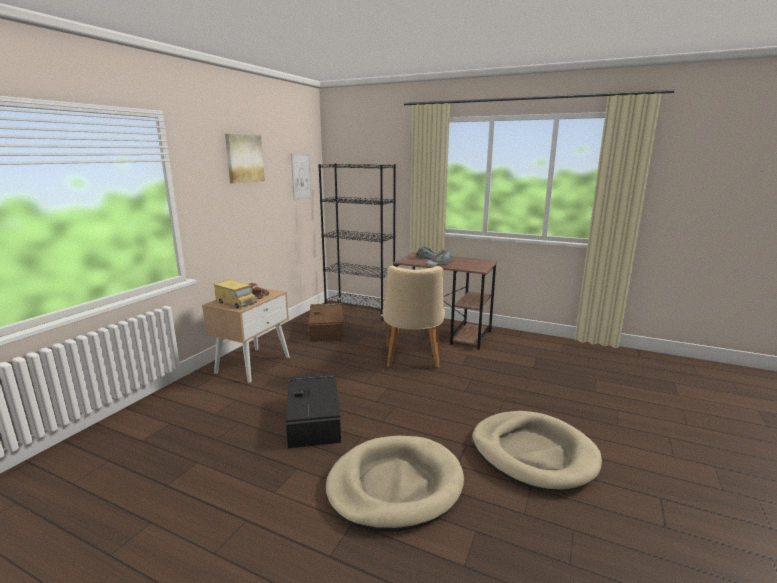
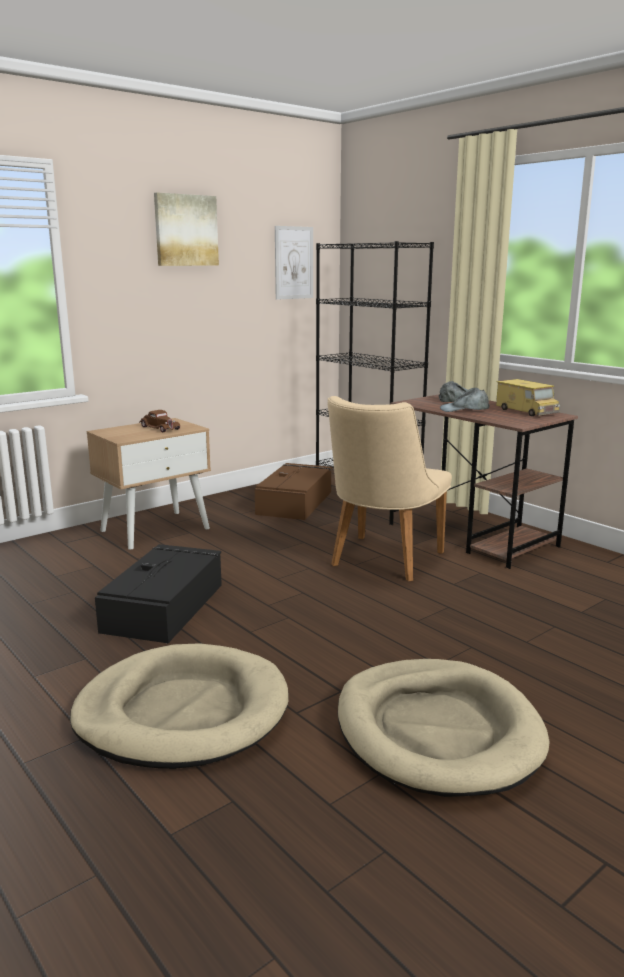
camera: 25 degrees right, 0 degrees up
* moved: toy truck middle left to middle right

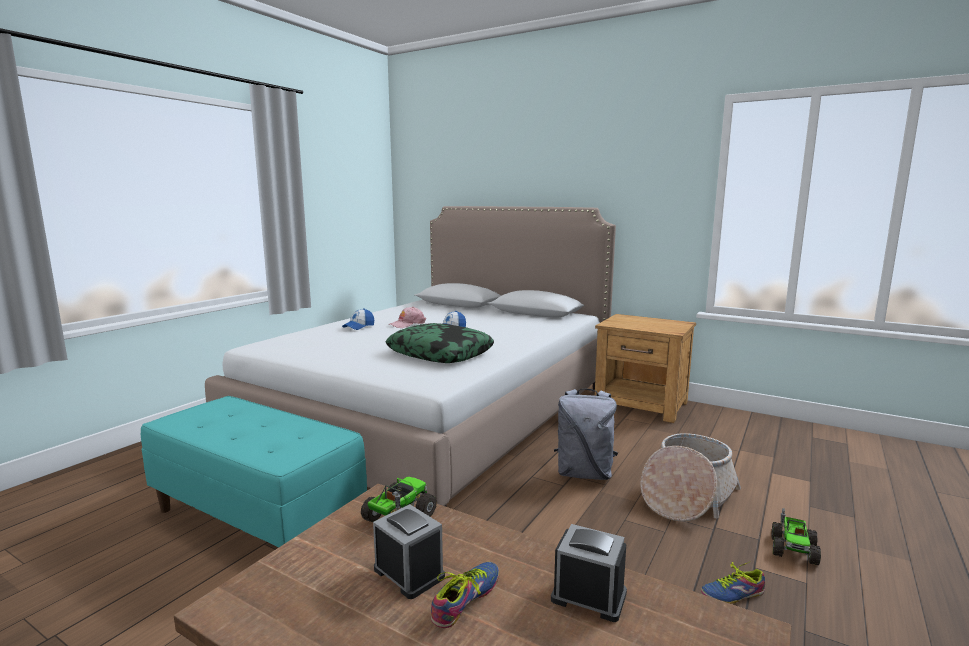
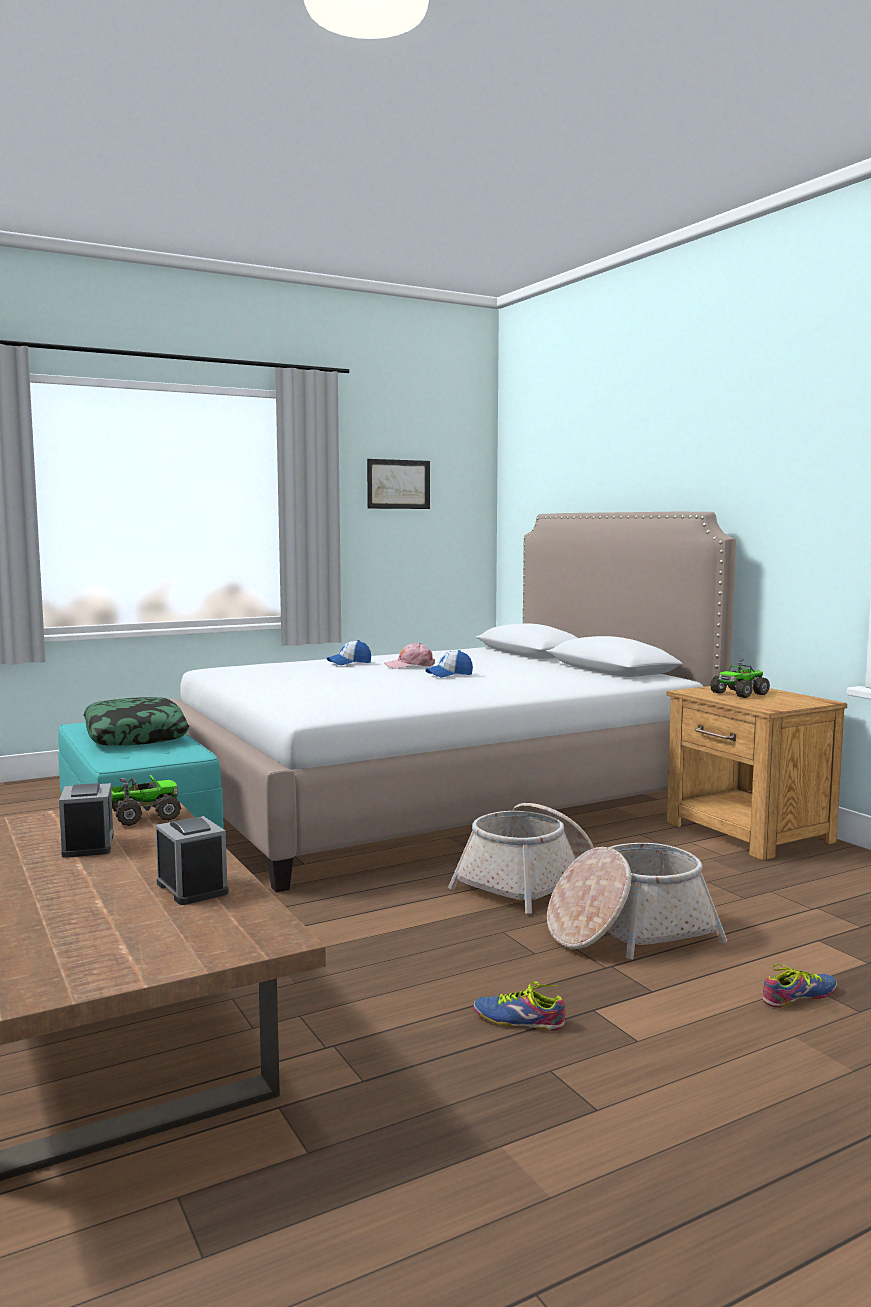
camera: 30 degrees right, 5 degrees down
* moved: pillow centre to middle left
* moved: shoe (1st from left in the first image) bottom centre to shoe (2nd from left) bottom right
* replaced: grey backpack bottom centre to basket (1st from left) centre
* moved: toy truck (2nd from left) bottom right to middle right
* added: picture centre

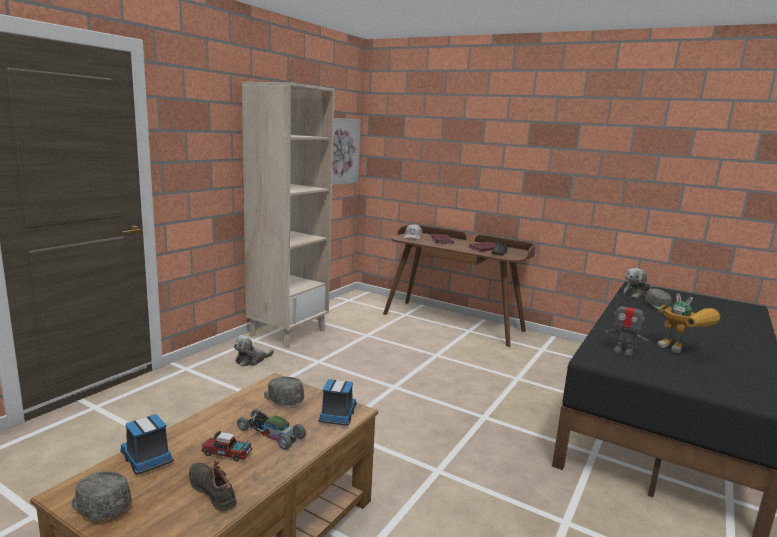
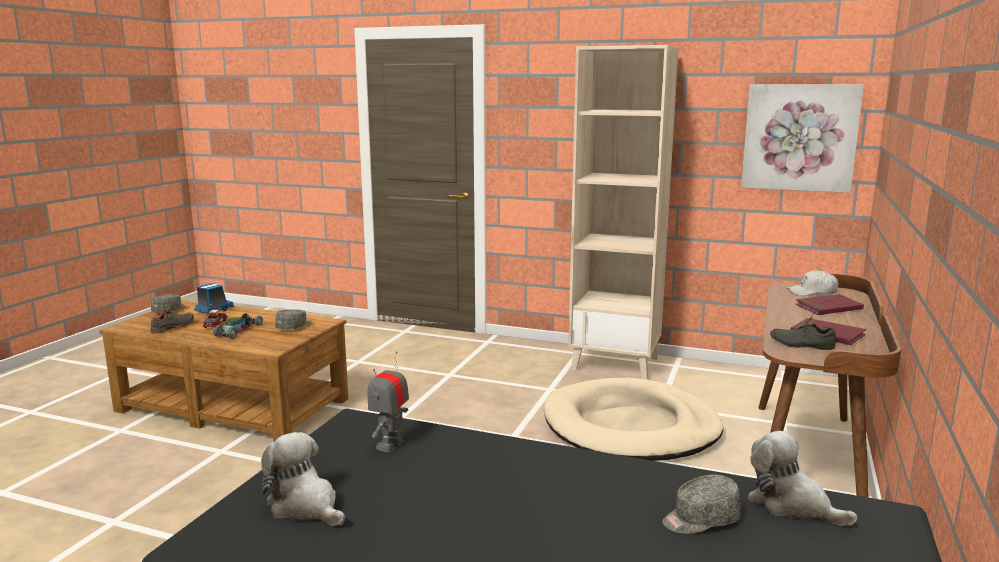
camera: 80 degrees right, 0 degrees up
* moved: plush toy (1st from left) middle left to bottom left
* removed: toy truck (3rd from left) bottom centre
* removed: toy robot (2nd from left) middle right
* added: beige dog bed bottom centre

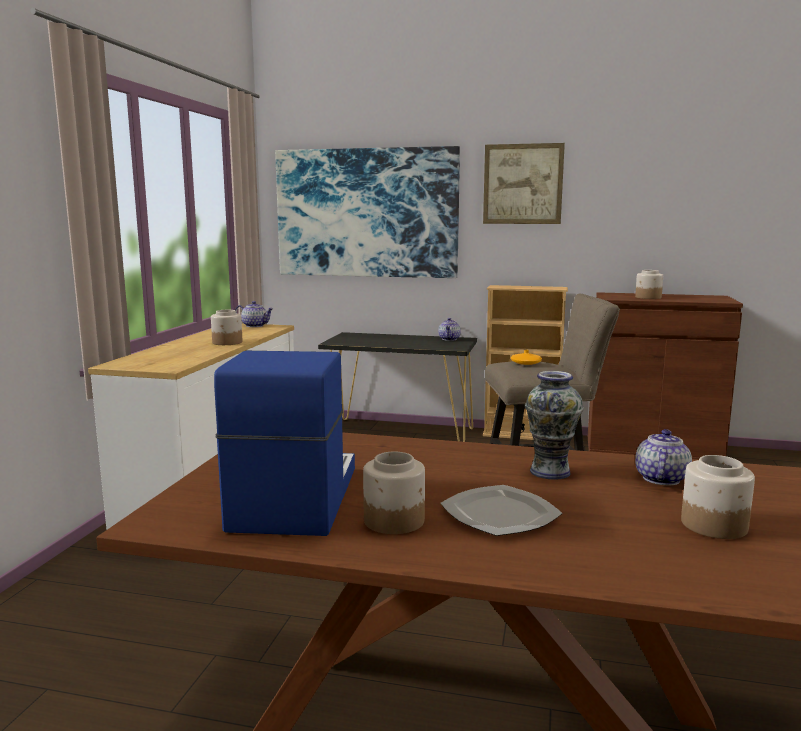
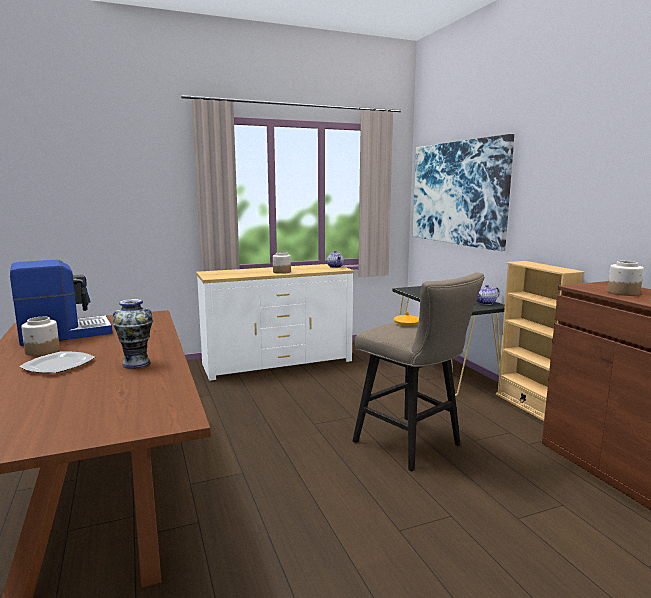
camera: 55 degrees right, 0 degrees up
* removed: picture (2nd from left) top centre
* removed: teapot (3rd from left) middle right
* removed: jar (4th from left) bottom right

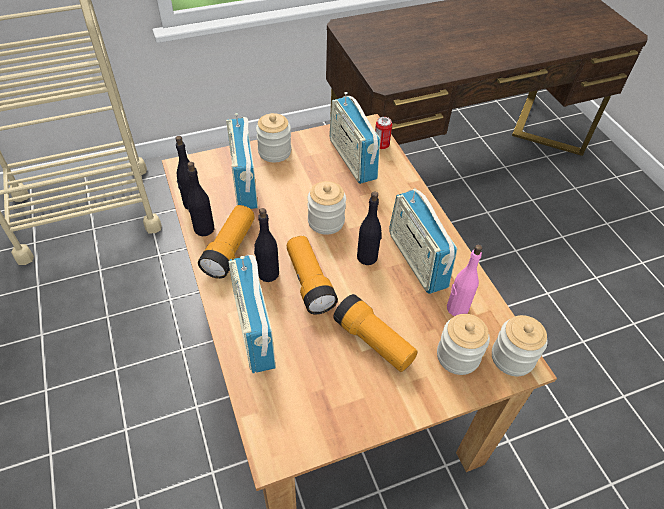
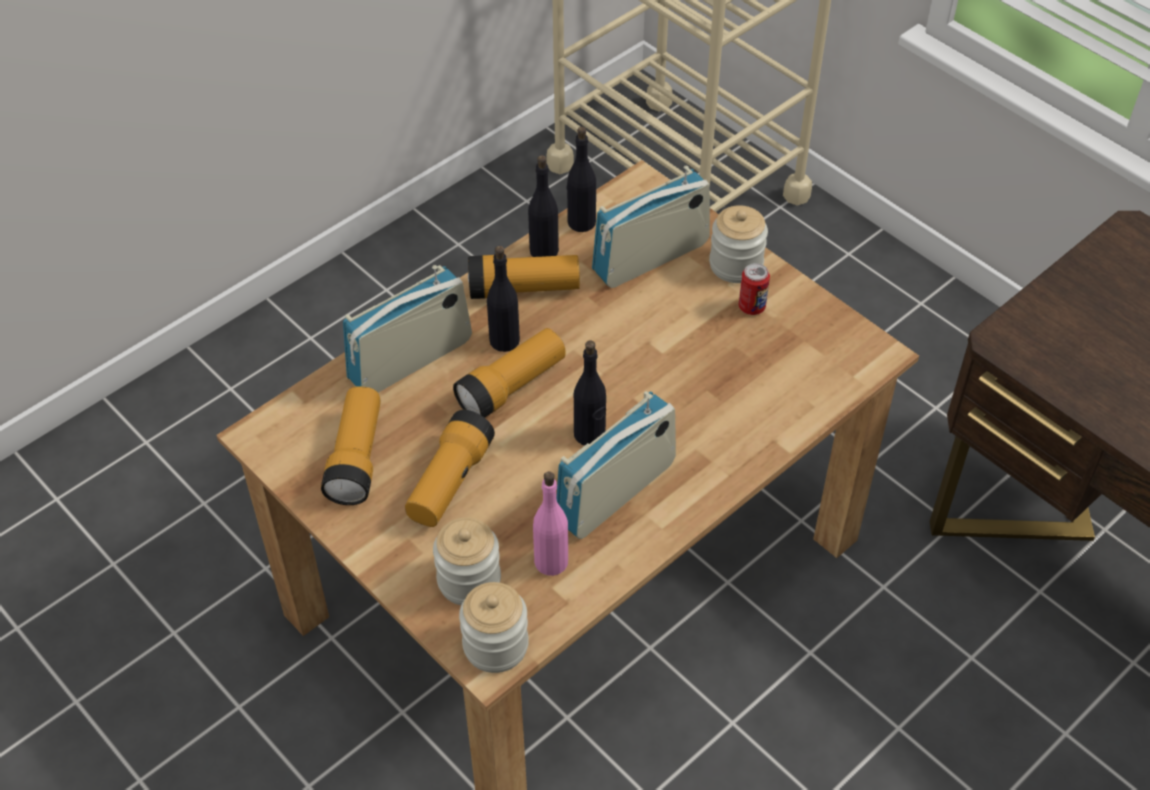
camera: 70 degrees right, 0 degrees up
* removed: jar (2nd from left) centre
* removed: radio (3rd from left) top centre
* moved: can top centre to centre
* added: flashlight (1st from left) middle left

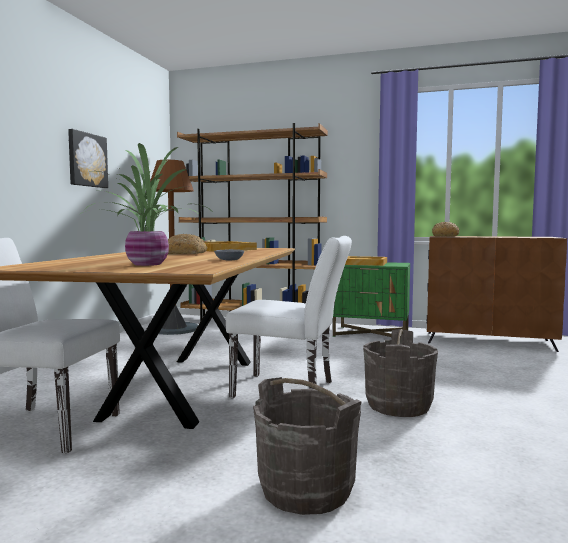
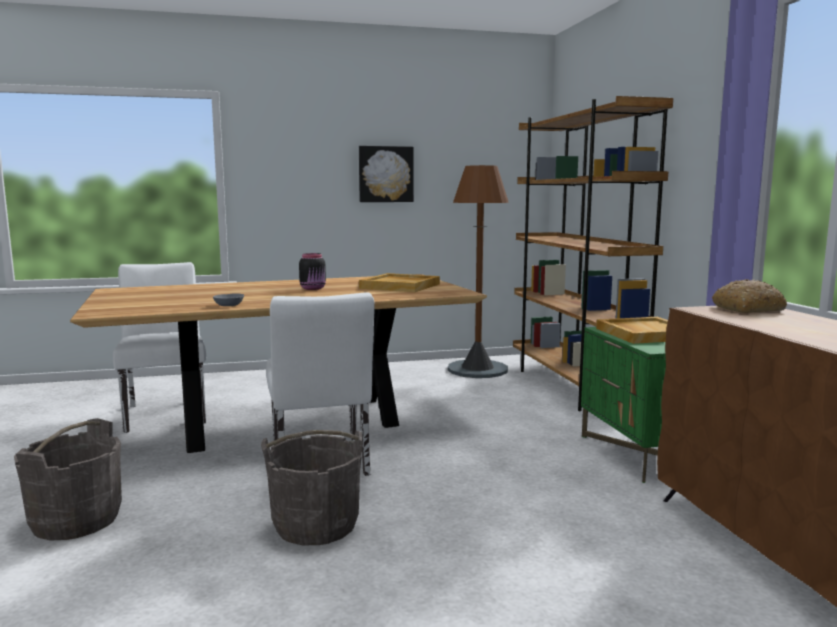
camera: 60 degrees right, 5 degrees up
* removed: potted plant middle left
* replaced: bread (1st from left) middle left to black jar centre

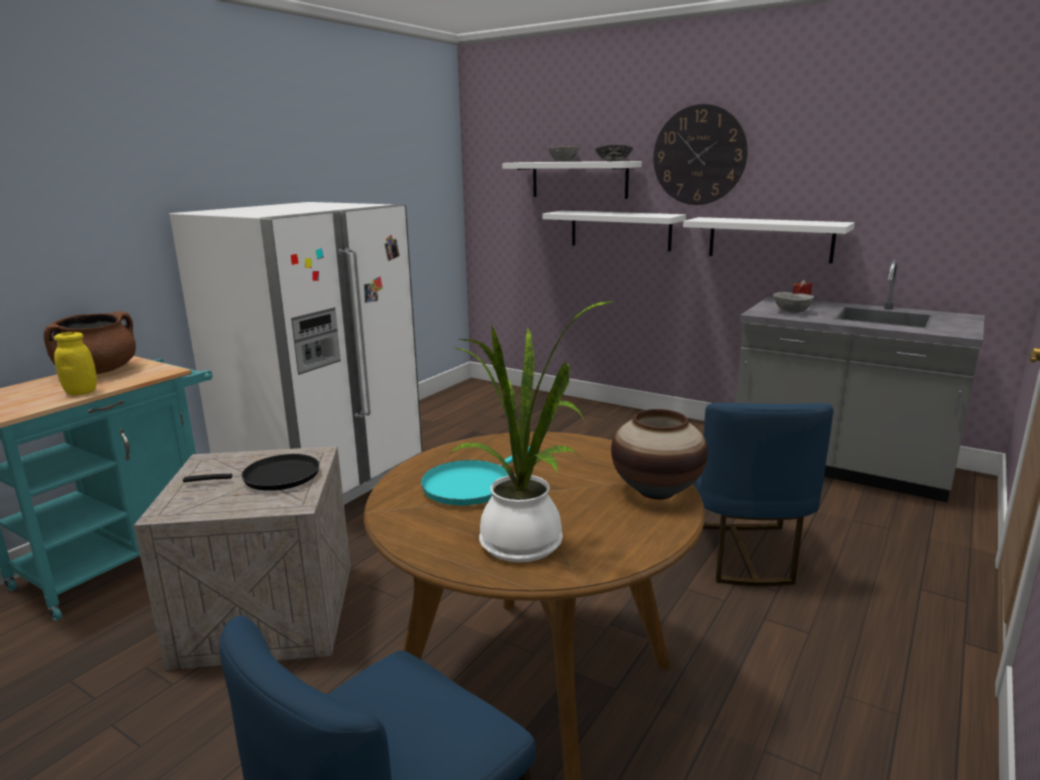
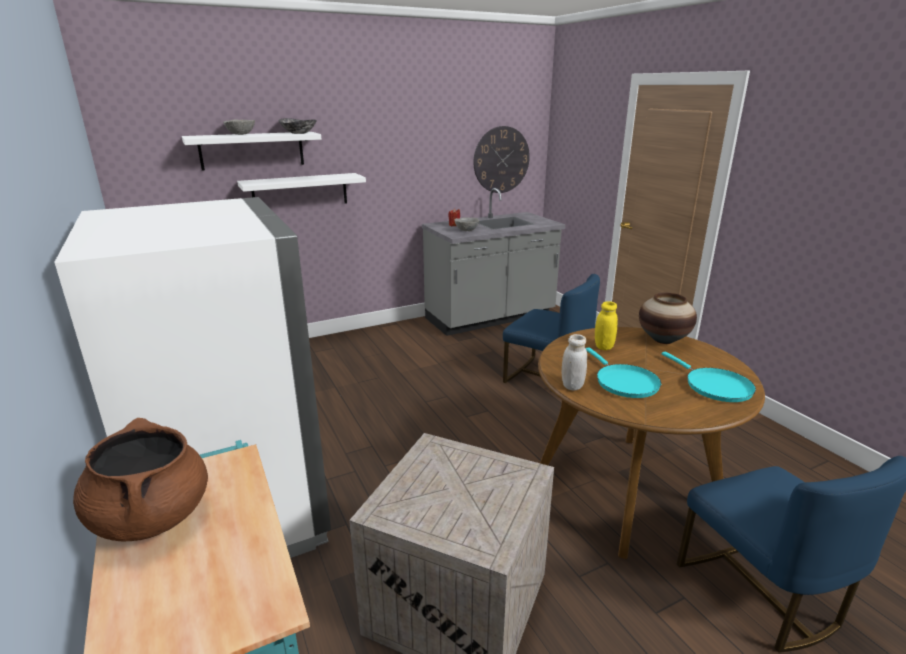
camera: 60 degrees left, 5 degrees up
* moved: yellow jar middle left to middle right
* removed: black frying pan middle left
* replaced: potted plant centre to turquoise frying pan (2nd from left) middle right
* moved: wall clock top right to top centre
* removed: white shelf (3rd from left) top right
* added: white jar centre

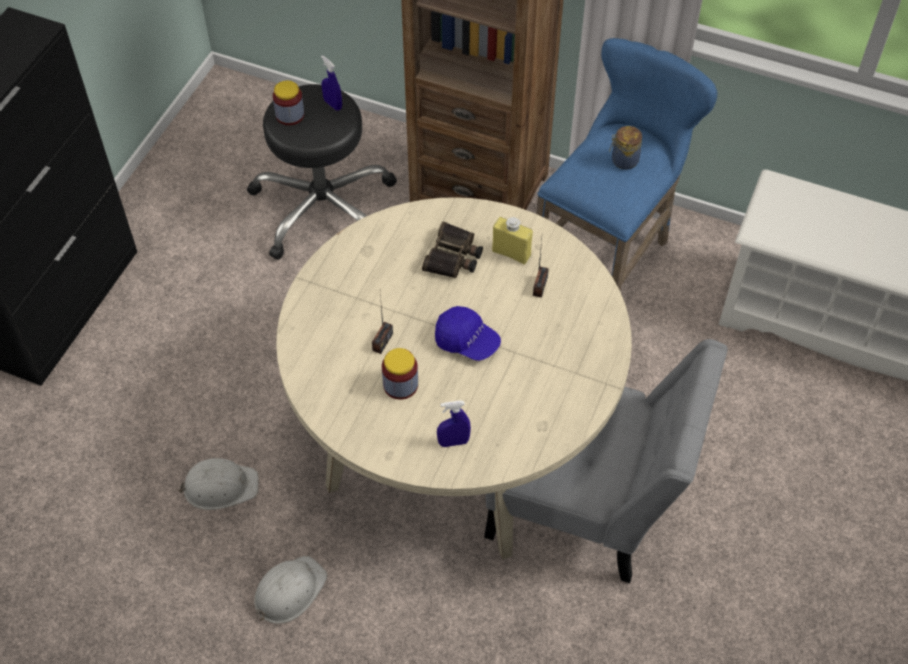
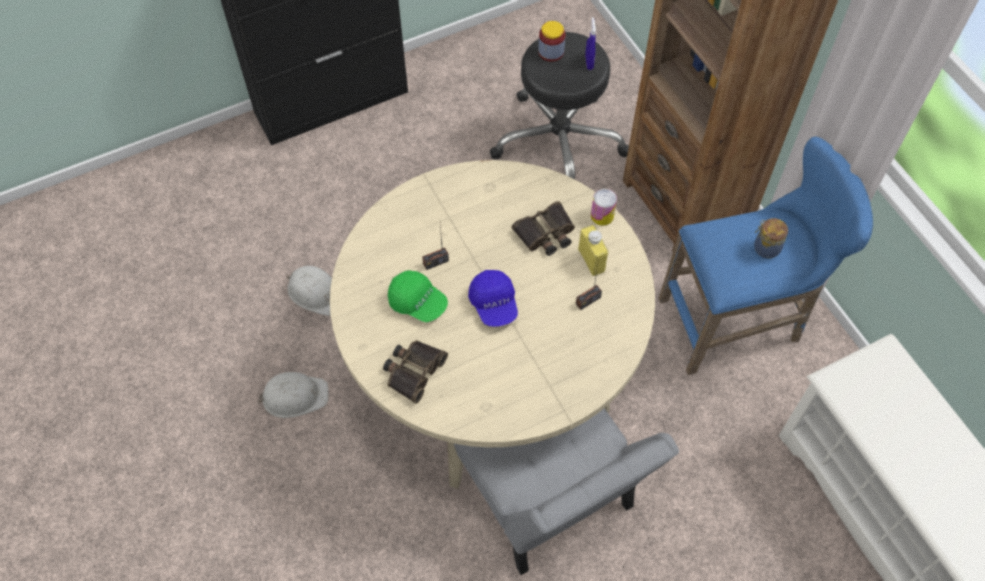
camera: 40 degrees right, 5 degrees up
* replaced: jar (2nd from left) centre to green cap centre
* replaced: blue spray bottle (2nd from left) centre to binoculars (1st from left) centre
* added: can centre

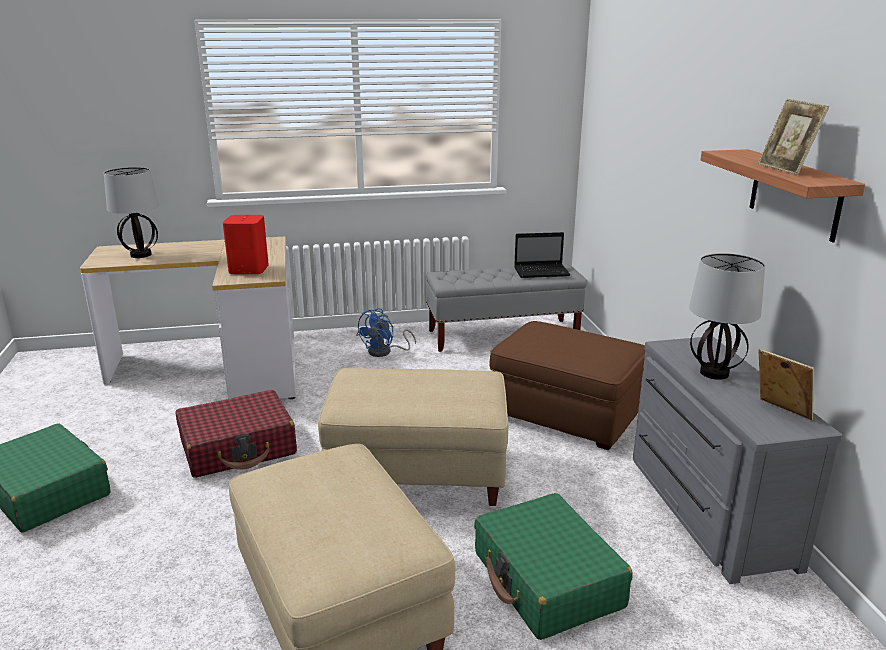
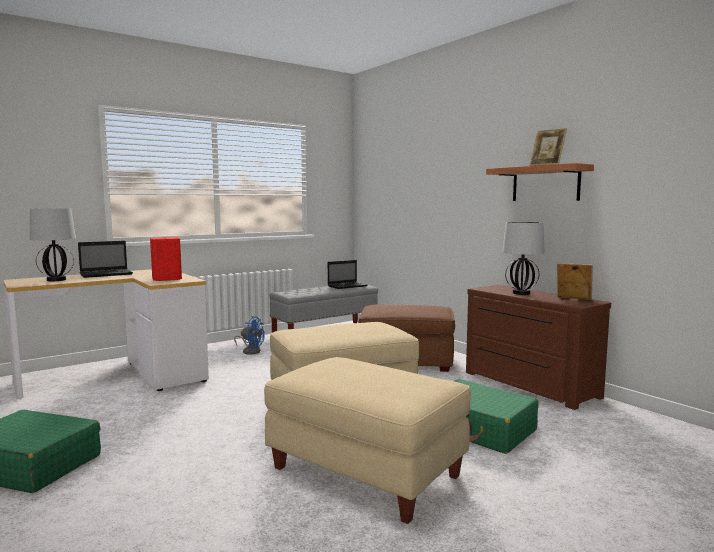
camera: 25 degrees left, 15 degrees down
* removed: red suitcase bottom left
* turned: blue fan centre = centre 75 degrees counterclockwise
* recoloured: grey dresser bottom right to brown dresser middle right
* added: laptop (1st from left) middle left

